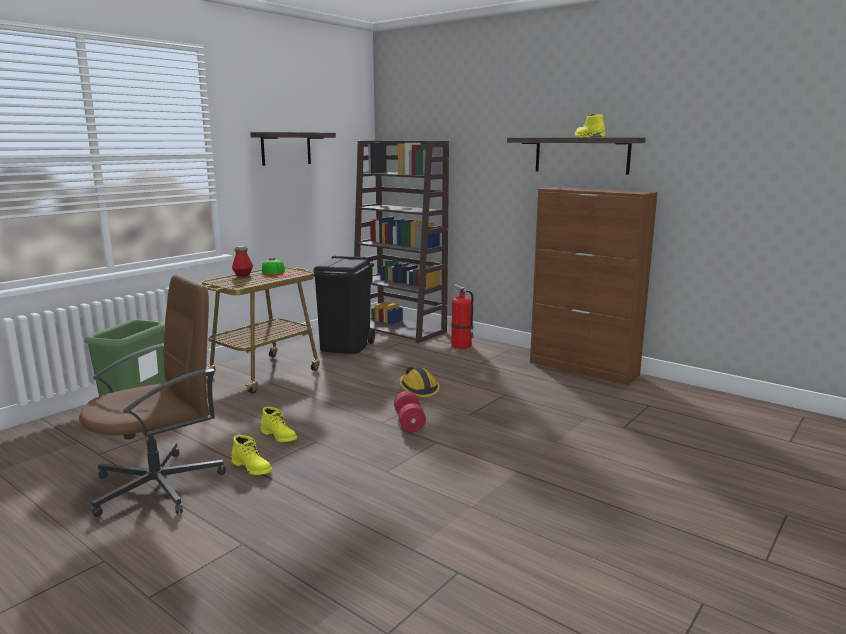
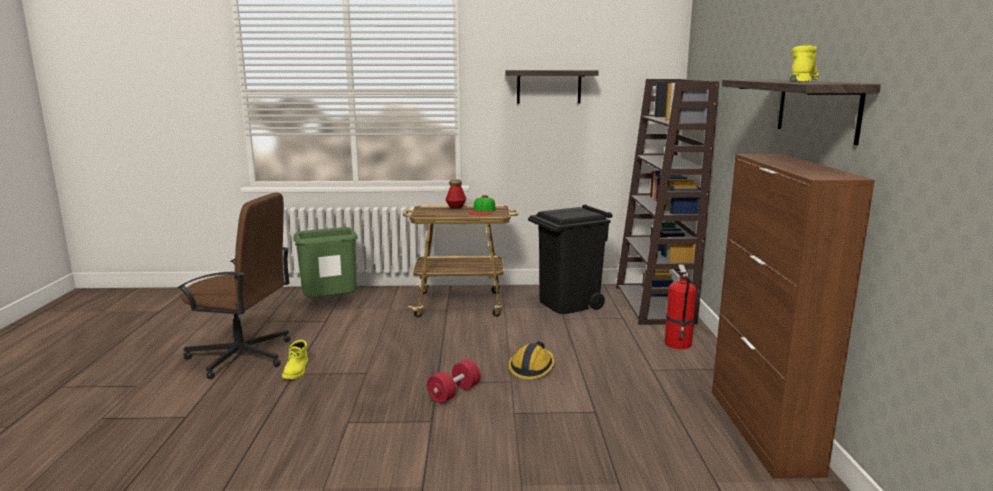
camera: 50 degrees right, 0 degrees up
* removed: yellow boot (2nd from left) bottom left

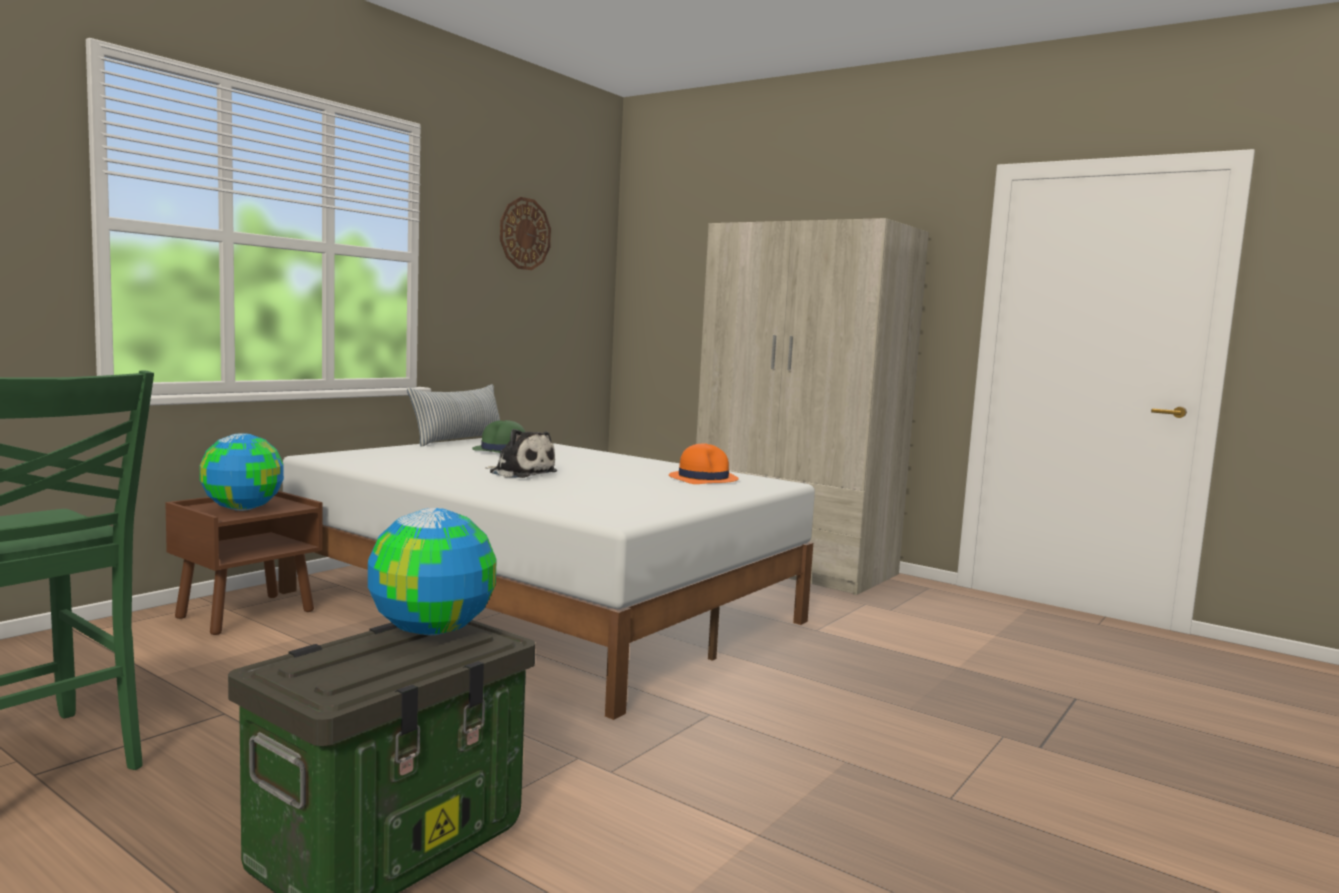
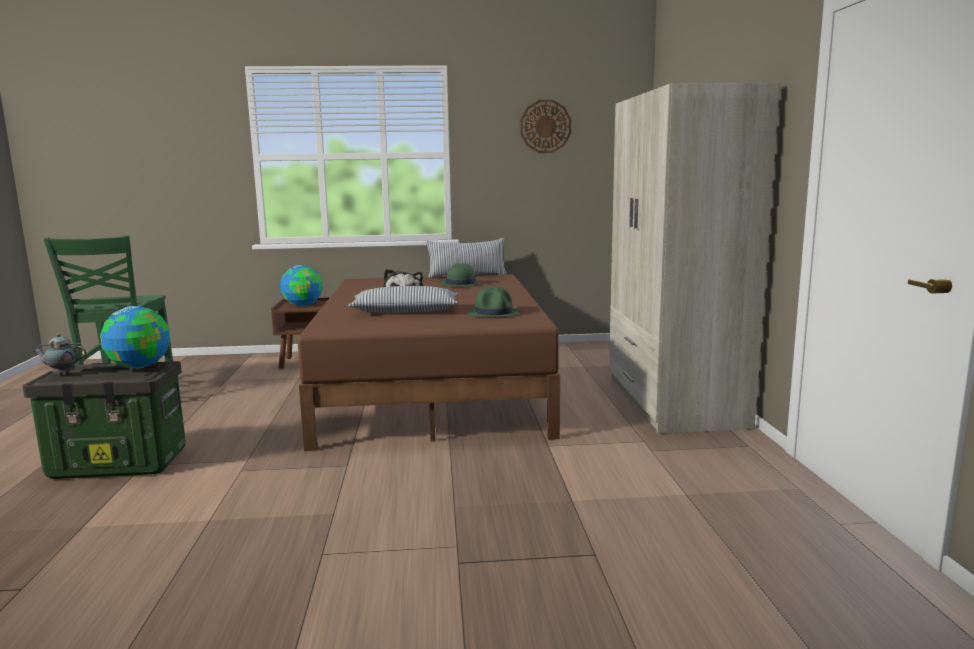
camera: 50 degrees right, 5 degrees up
* recoloured: white bed centre to brown bed centre
* recoloured: orange hat centre to green hat (2nd from left) centre
* added: teapot middle left
* added: pillow (1st from left) centre

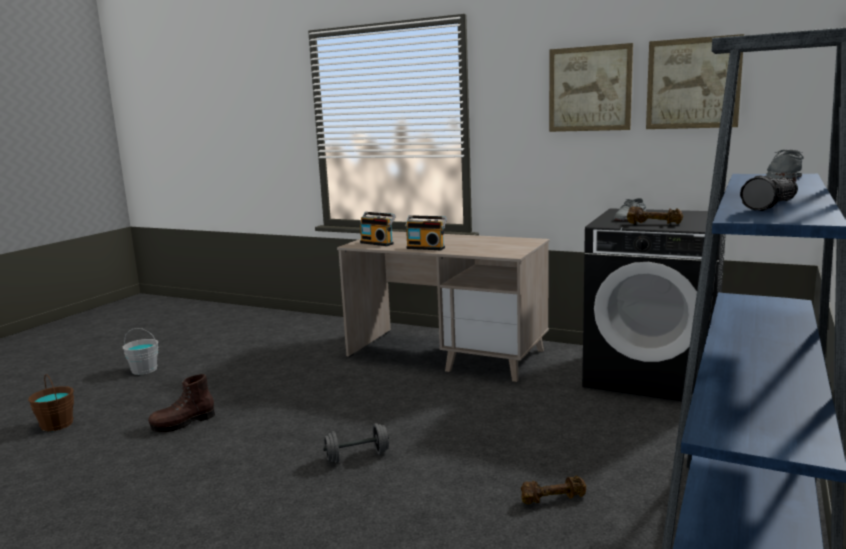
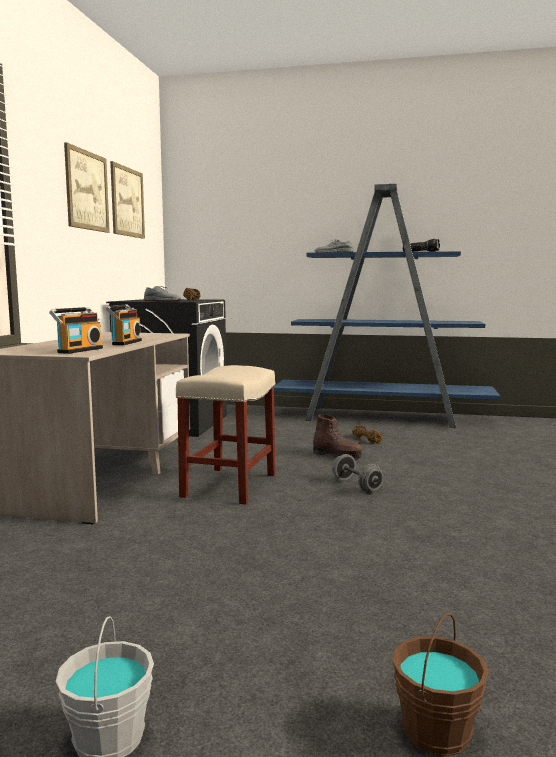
camera: 105 degrees left, 5 degrees down
* moved: brown boot bottom left to centre
* added: beige stool centre

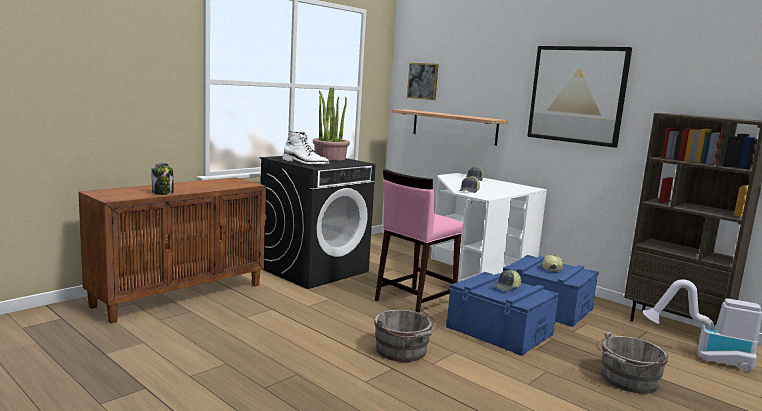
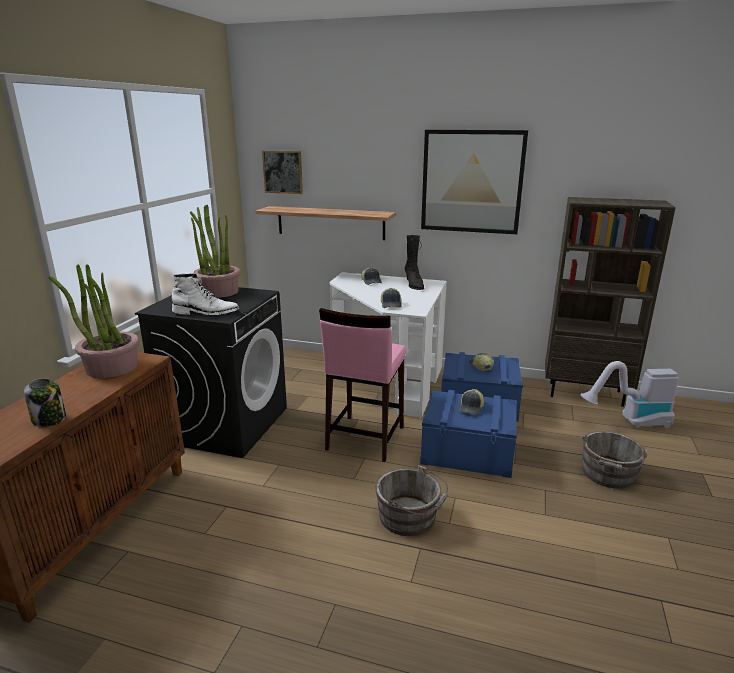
camera: 25 degrees left, 10 degrees up
* added: potted plant (1st from left) middle left
* added: black boot centre

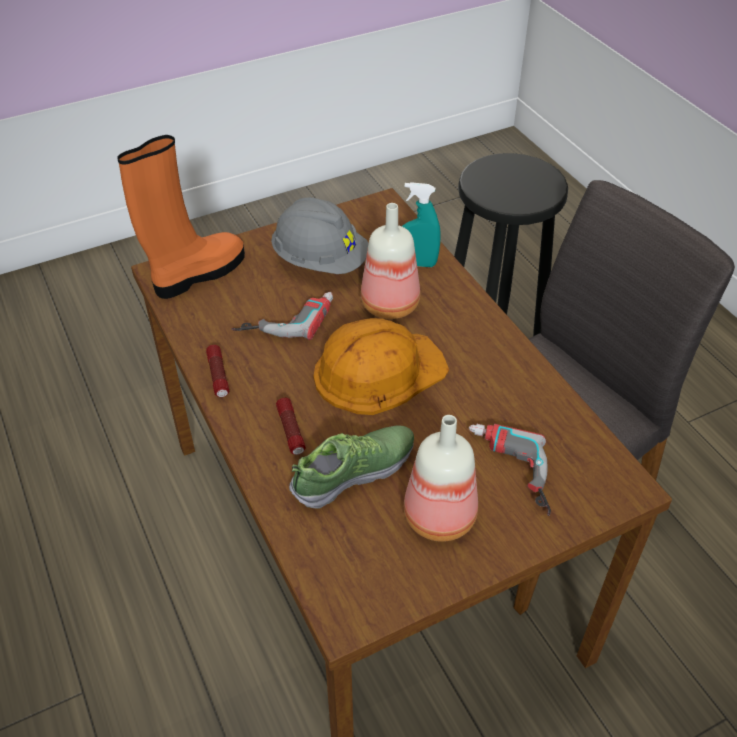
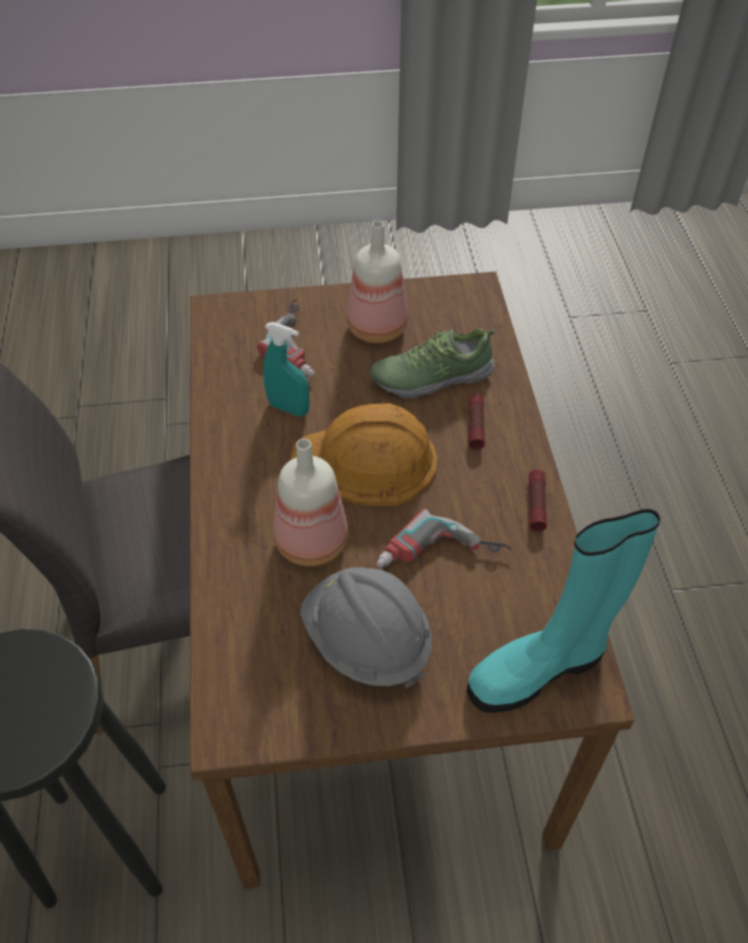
camera: 160 degrees left, 5 degrees up
* recoloured: orange boot top left to turquoise boot middle right
* moved: turquoise spray bottle top centre to centre

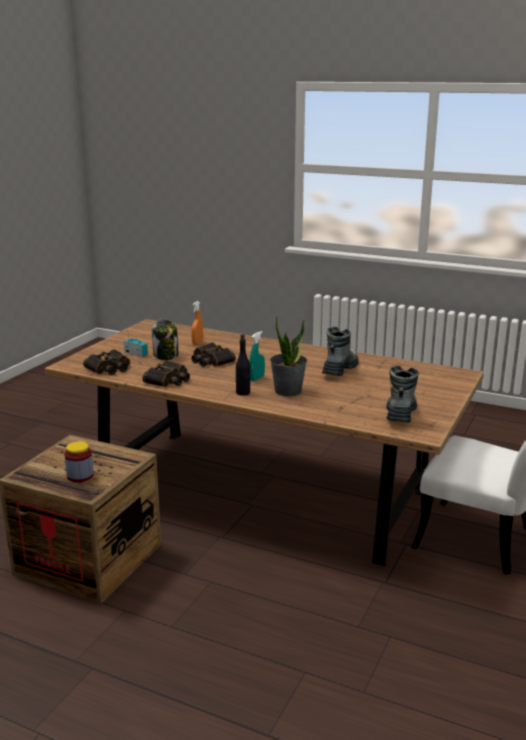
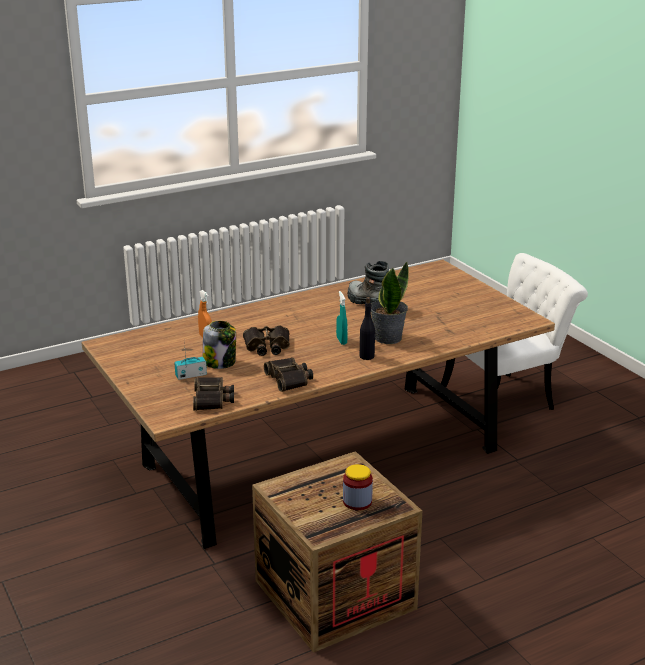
camera: 55 degrees left, 5 degrees up
* removed: boot (2nd from left) middle right

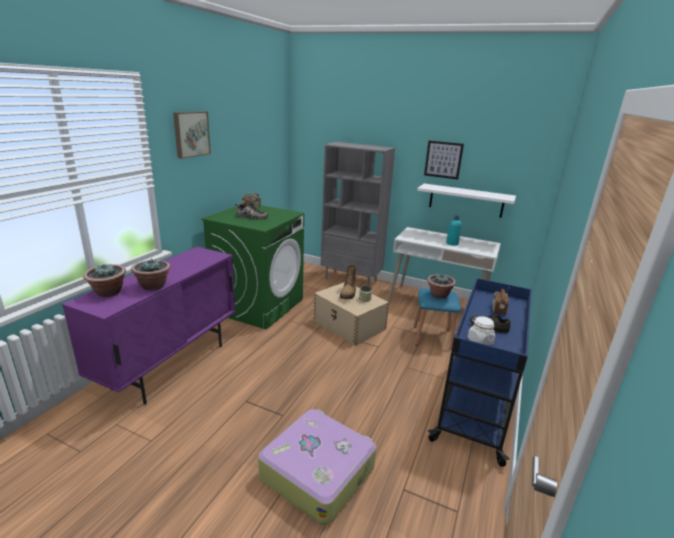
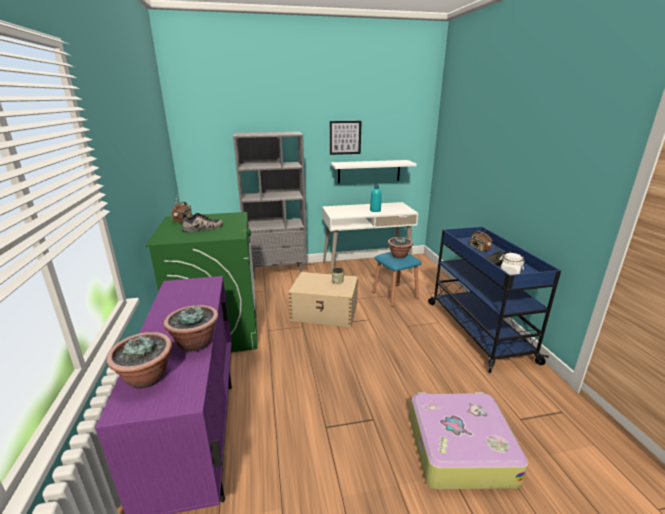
camera: 35 degrees left, 0 degrees up
* removed: picture (1st from left) top left
* removed: boot centre

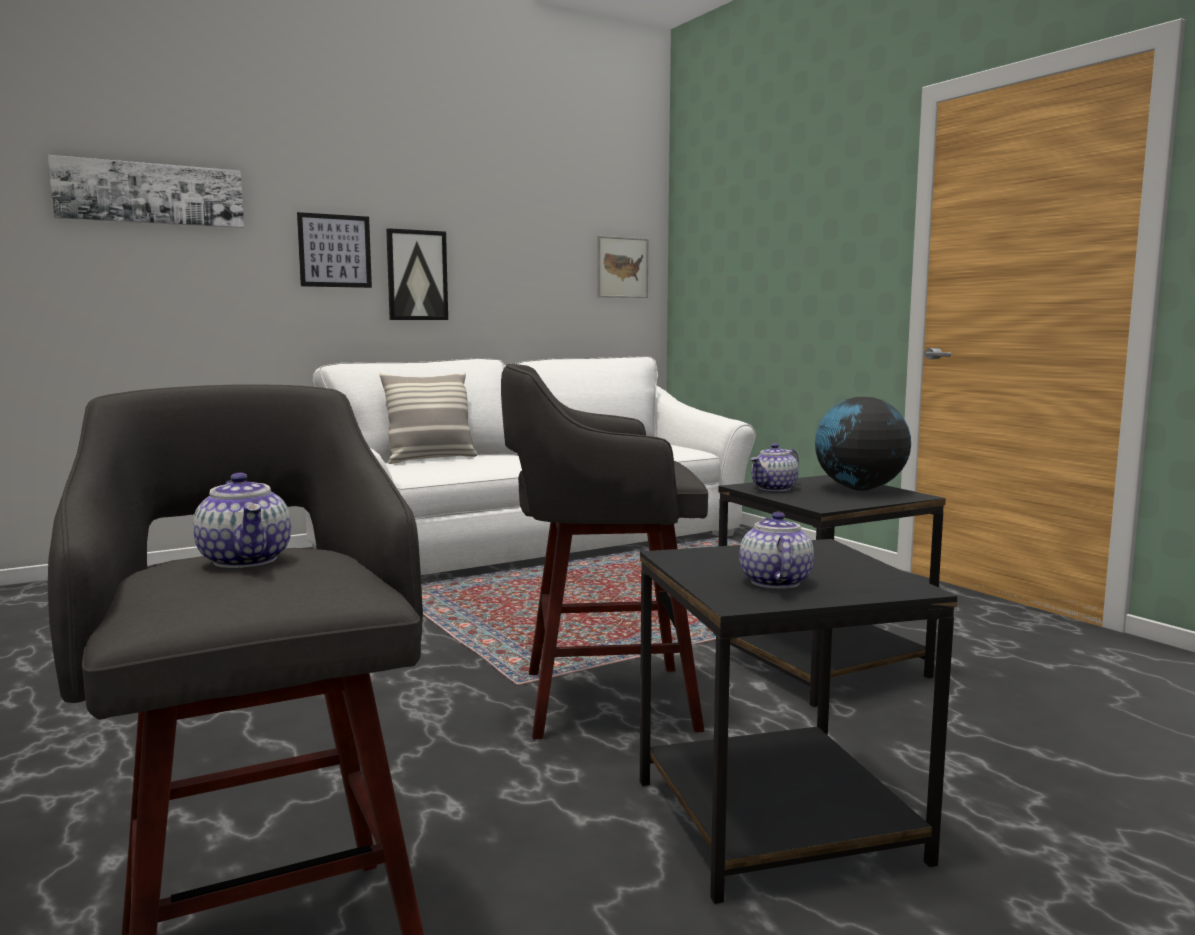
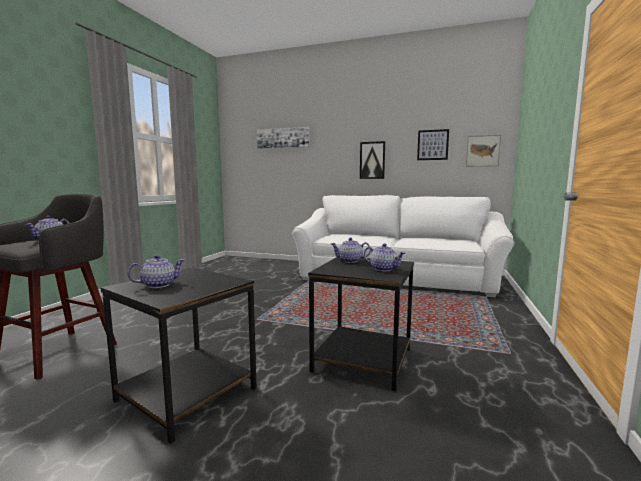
camera: 50 degrees right, 0 degrees up
* moved: picture (2nd from left in the first image) top left to picture (3rd from left) top right
* removed: pillow centre
* removed: grey stool (2nd from left) centre
* replaced: globe middle right to teapot (4th from left) centre

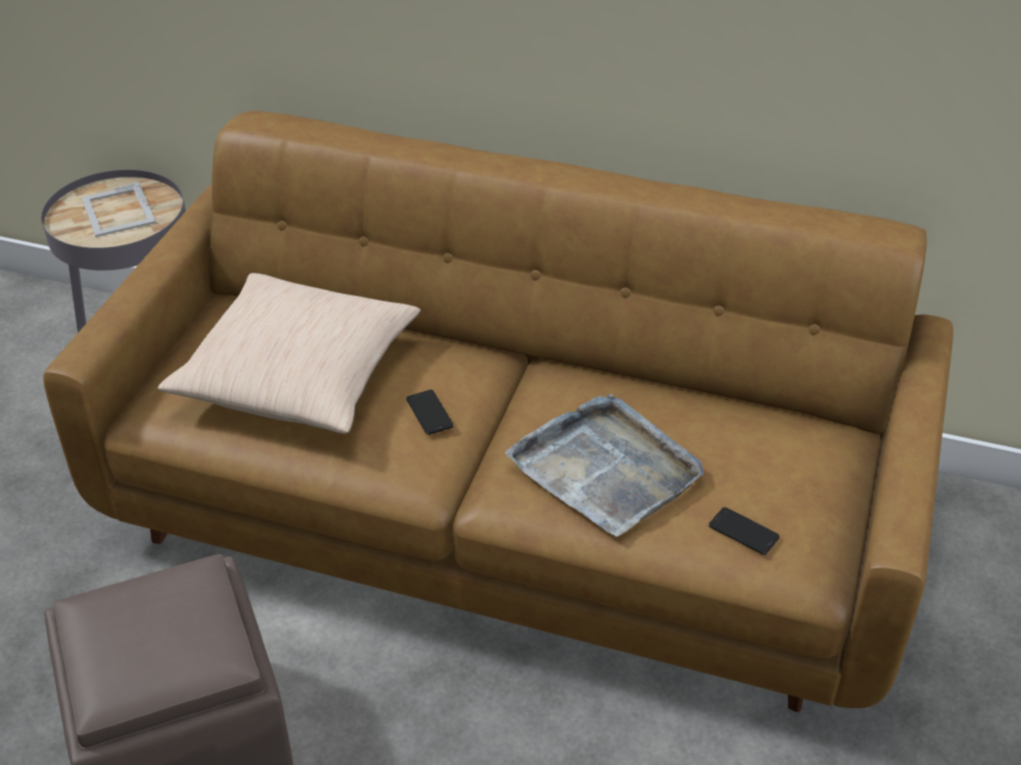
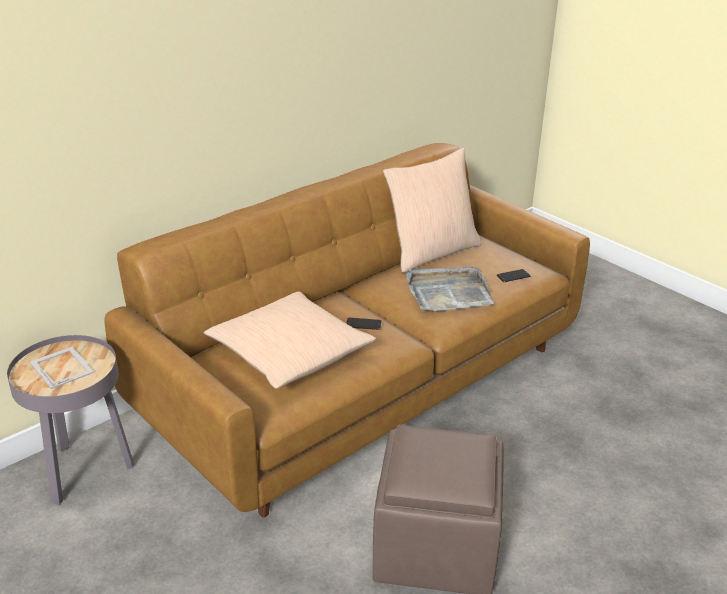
camera: 60 degrees left, 10 degrees down
* turned: picture frame top left = middle left 135 degrees counterclockwise
* added: beige pillow (2nd from left) centre

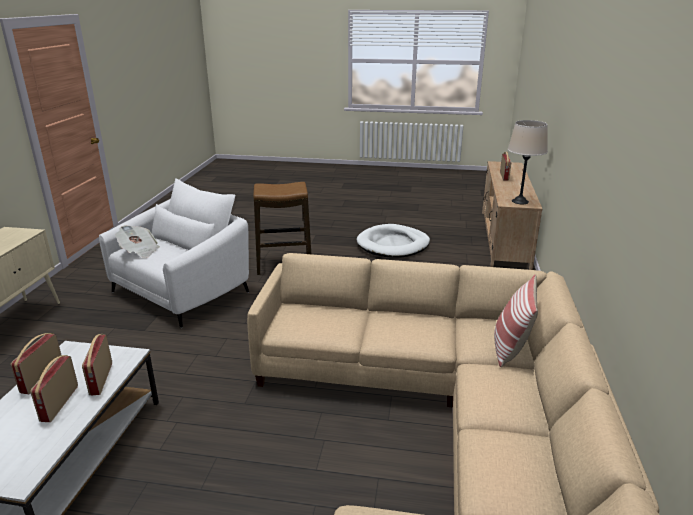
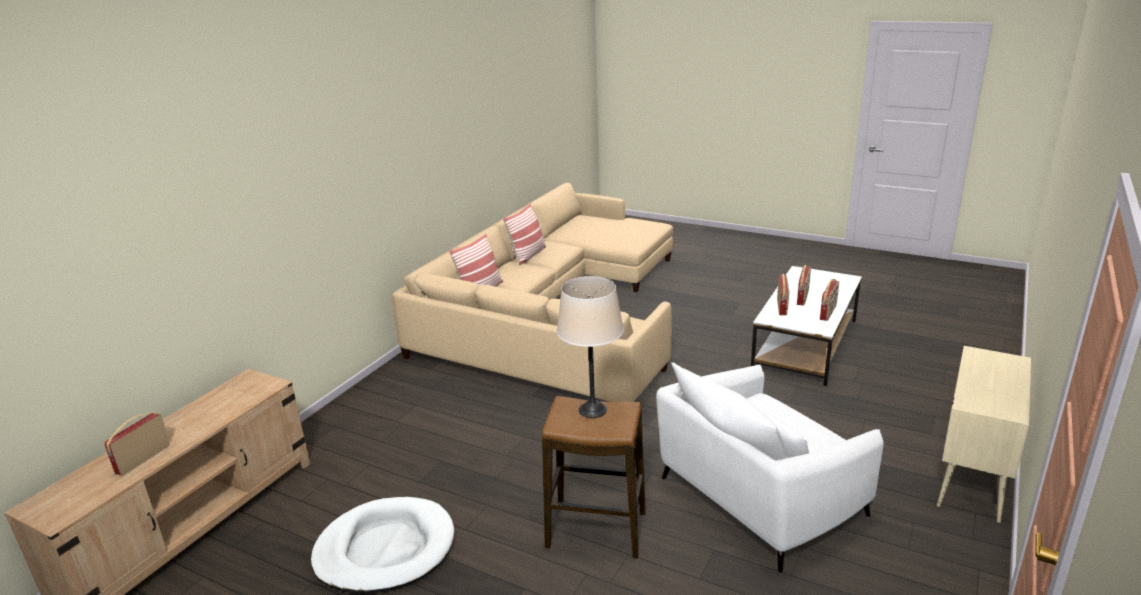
camera: 160 degrees left, 0 degrees up
* removed: newspaper middle left
* moved: beige table lamp top right to centre
* added: pillow (2nd from left) centre

